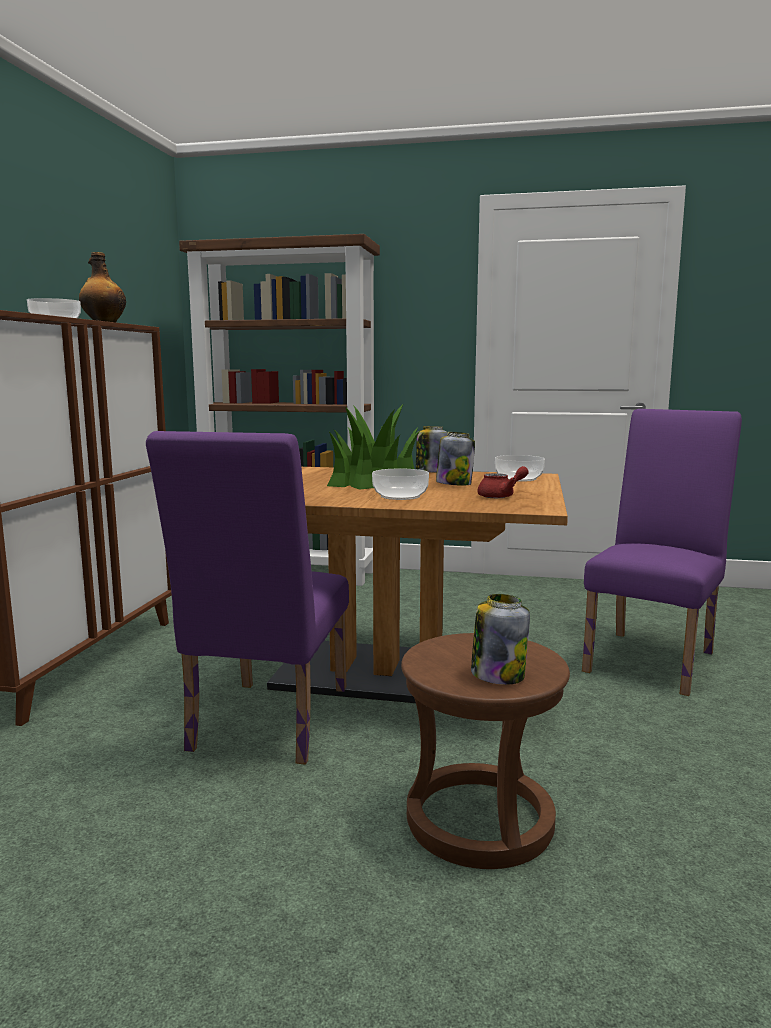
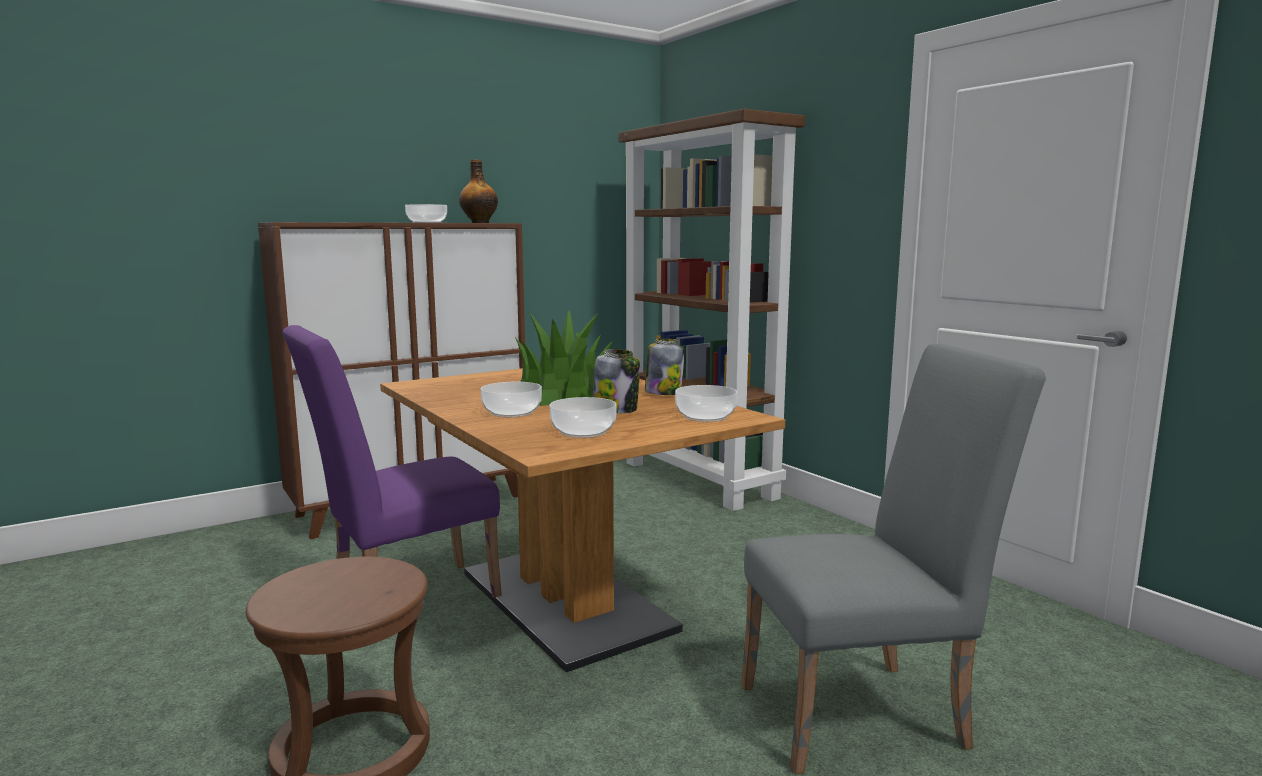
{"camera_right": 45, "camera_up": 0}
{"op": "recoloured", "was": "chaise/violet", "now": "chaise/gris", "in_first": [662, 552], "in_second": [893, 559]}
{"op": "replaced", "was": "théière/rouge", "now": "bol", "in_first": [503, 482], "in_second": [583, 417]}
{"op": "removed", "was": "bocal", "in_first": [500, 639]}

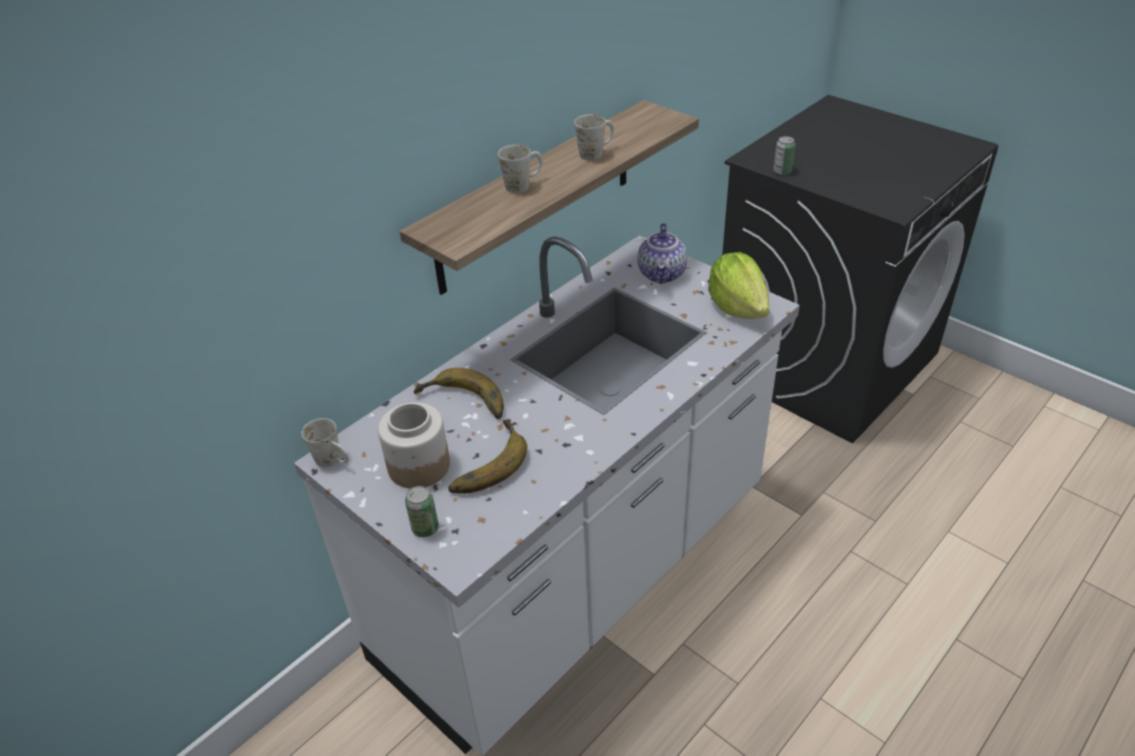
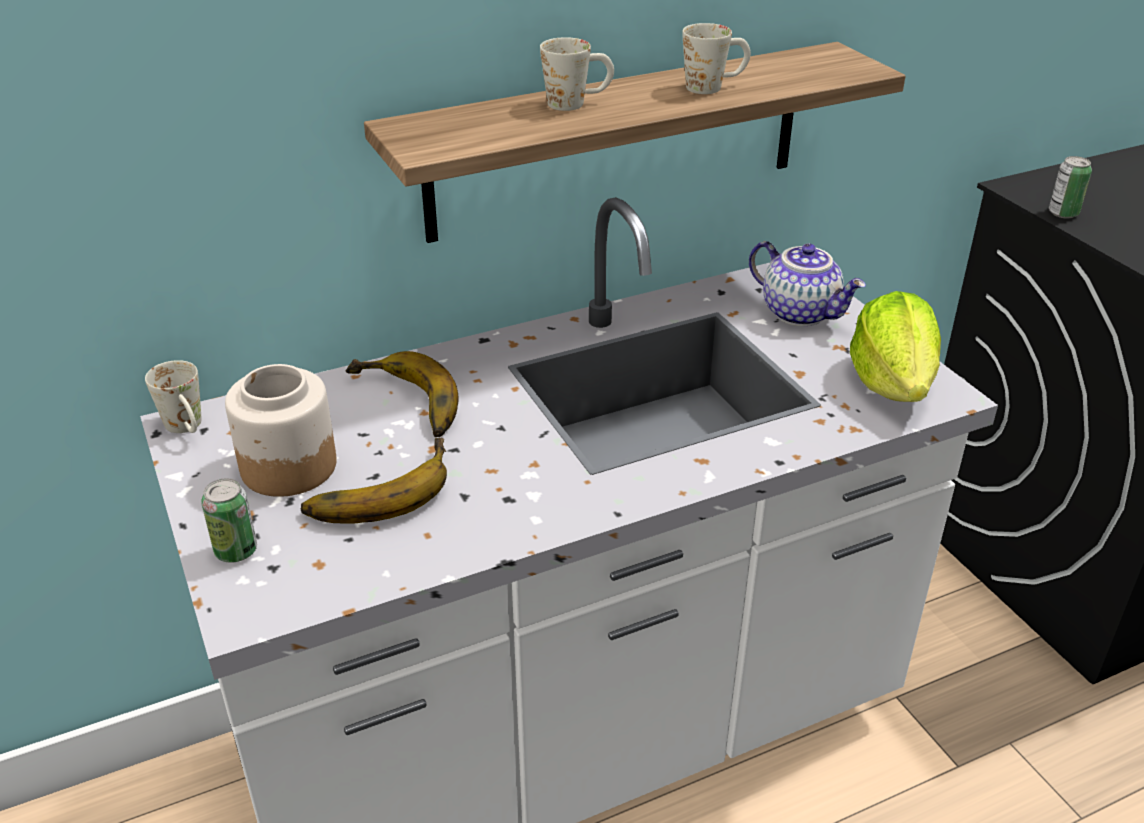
{"camera_right": 20, "camera_up": -5}
{"op": "turned", "was": "théière", "in_first": [662, 253], "in_second": [807, 283], "clockwise": -75}

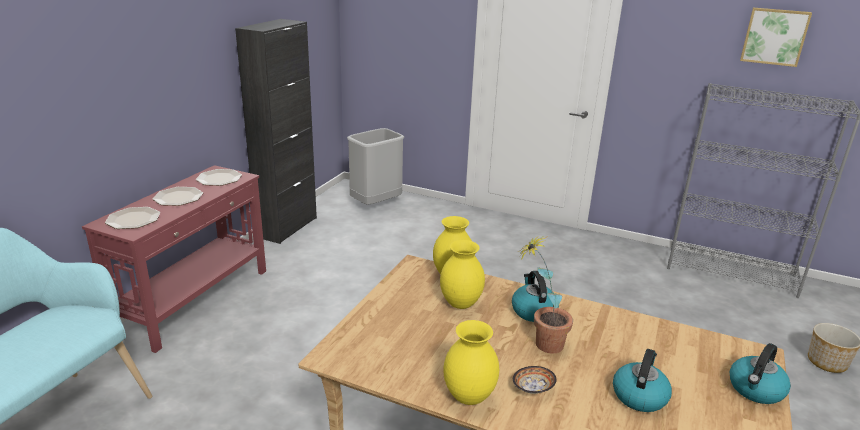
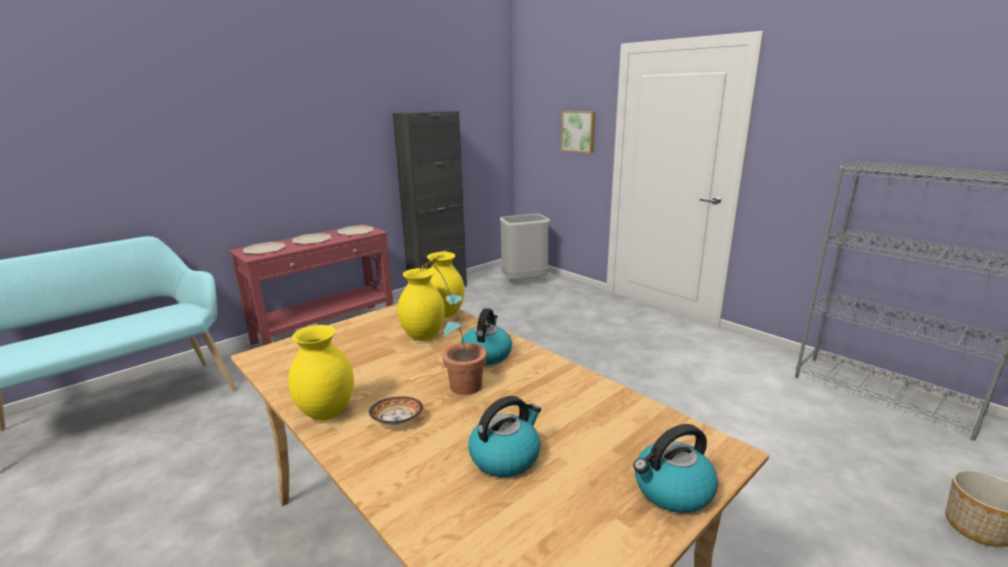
{"camera_right": 25, "camera_up": -5}
{"op": "moved", "was": "tableau", "in_first": [776, 37], "in_second": [578, 132]}

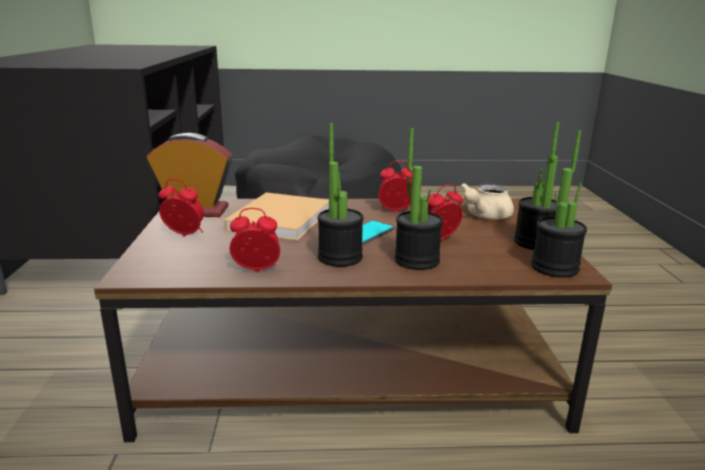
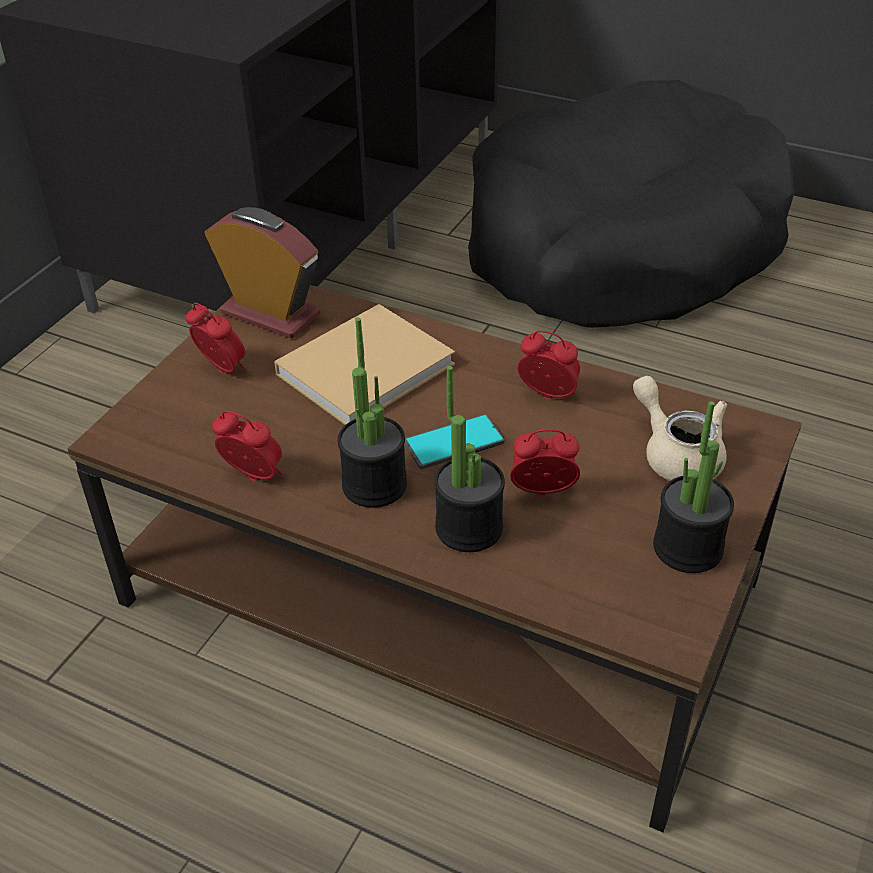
{"camera_right": 30, "camera_up": 20}
{"op": "removed", "was": "plante en pot", "in_first": [559, 204]}
{"op": "turned", "was": "théière/beige", "in_first": [487, 201], "in_second": [680, 428], "clockwise": 75}

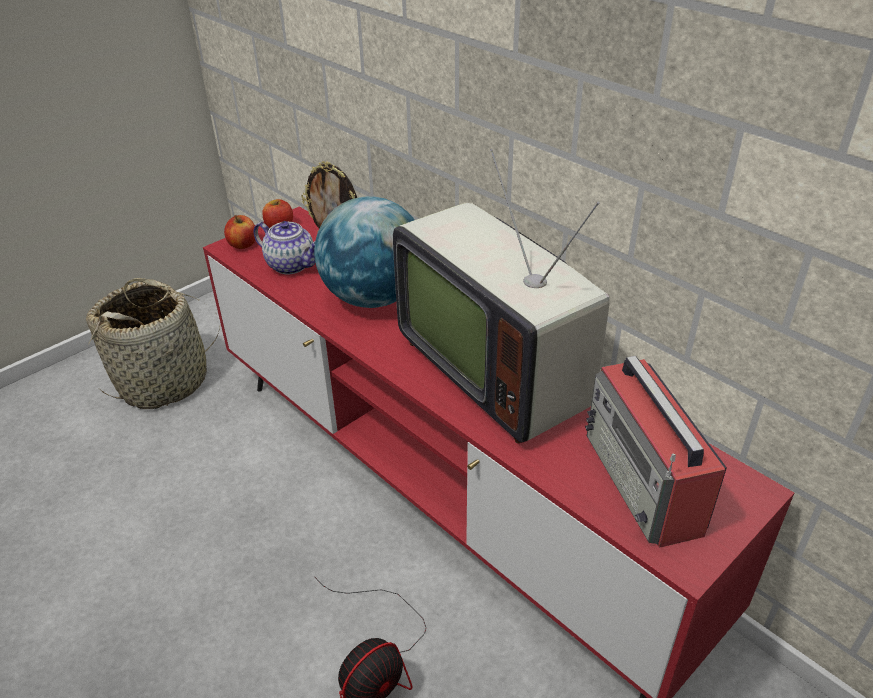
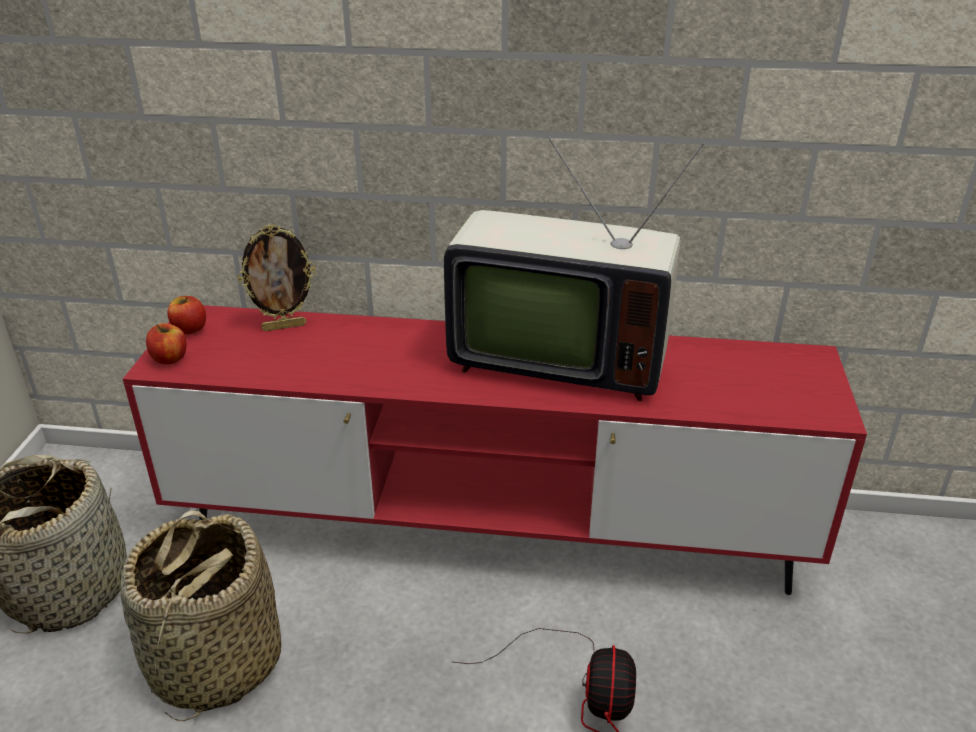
{"camera_right": -40, "camera_up": -5}
{"op": "removed", "was": "globe", "in_first": [364, 252]}
{"op": "removed", "was": "théière", "in_first": [284, 247]}
{"op": "removed", "was": "radio", "in_first": [656, 452]}
{"op": "added", "now": "panier", "in_second": [200, 615]}

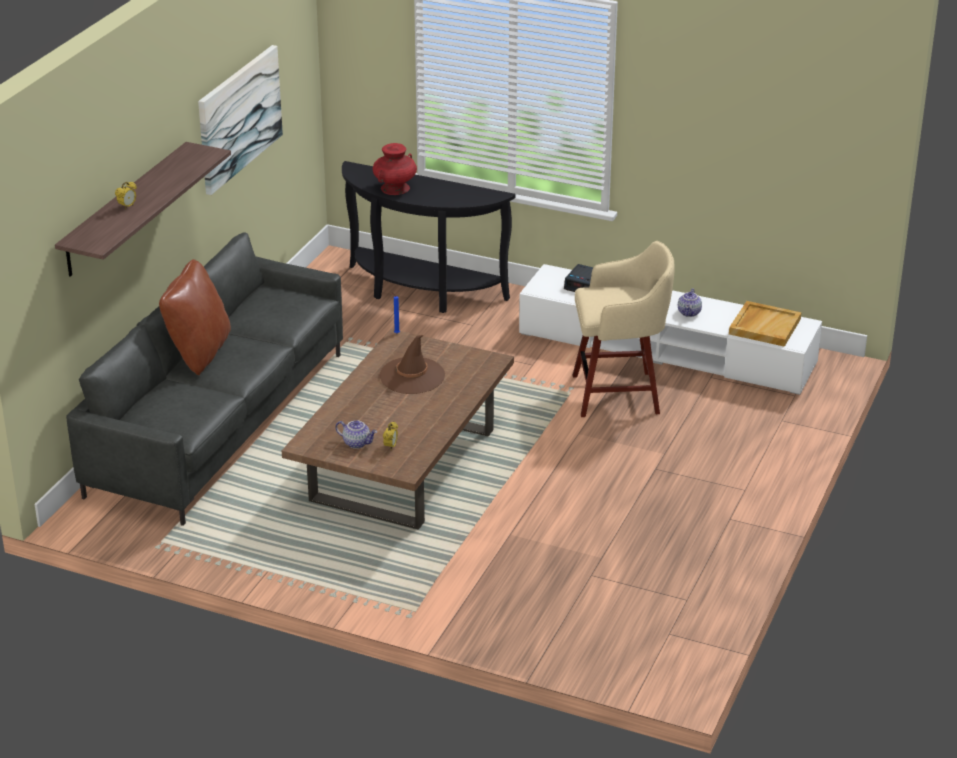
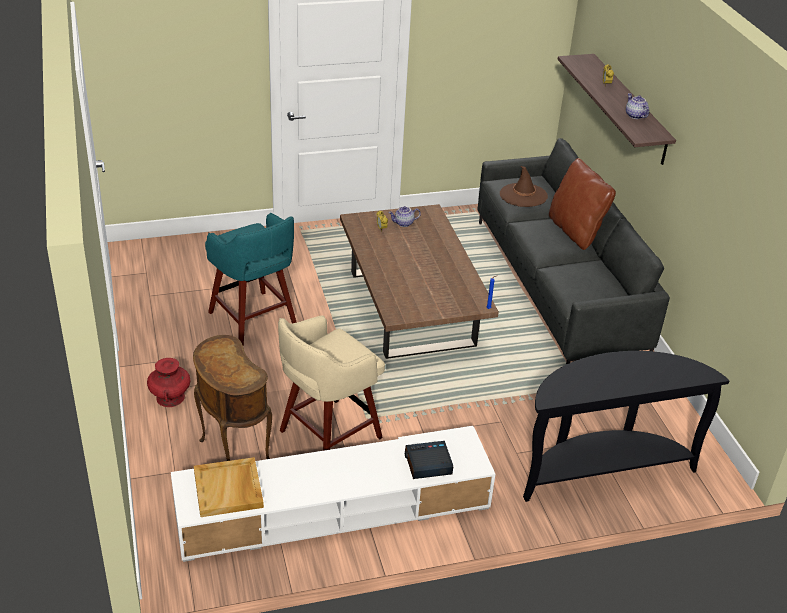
{"camera_right": 140, "camera_up": 5}
{"op": "removed", "was": "tableau", "in_first": [240, 120]}
{"op": "moved", "was": "vase/rouge", "in_first": [395, 169], "in_second": [168, 382]}
{"op": "moved", "was": "théière", "in_first": [690, 302], "in_second": [637, 106]}
{"op": "moved", "was": "chapeau/marron", "in_first": [412, 364], "in_second": [524, 186]}
{"op": "added", "now": "tabouret/turquoise", "in_second": [251, 279]}
{"op": "added", "now": "table d'appoint/marron", "in_second": [232, 398]}

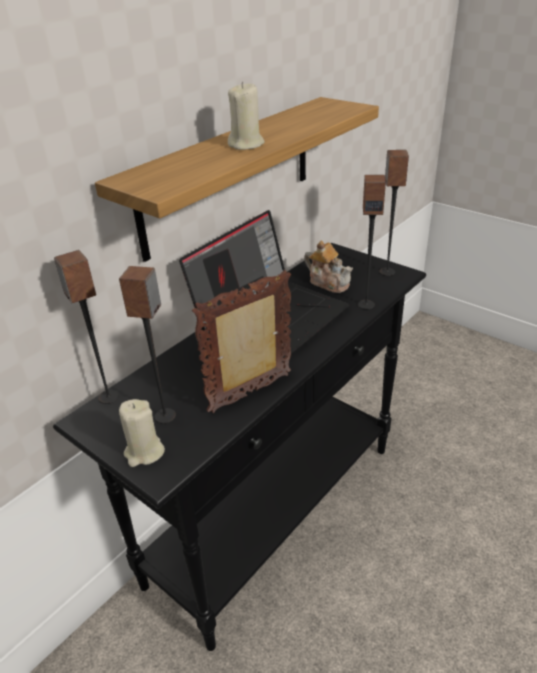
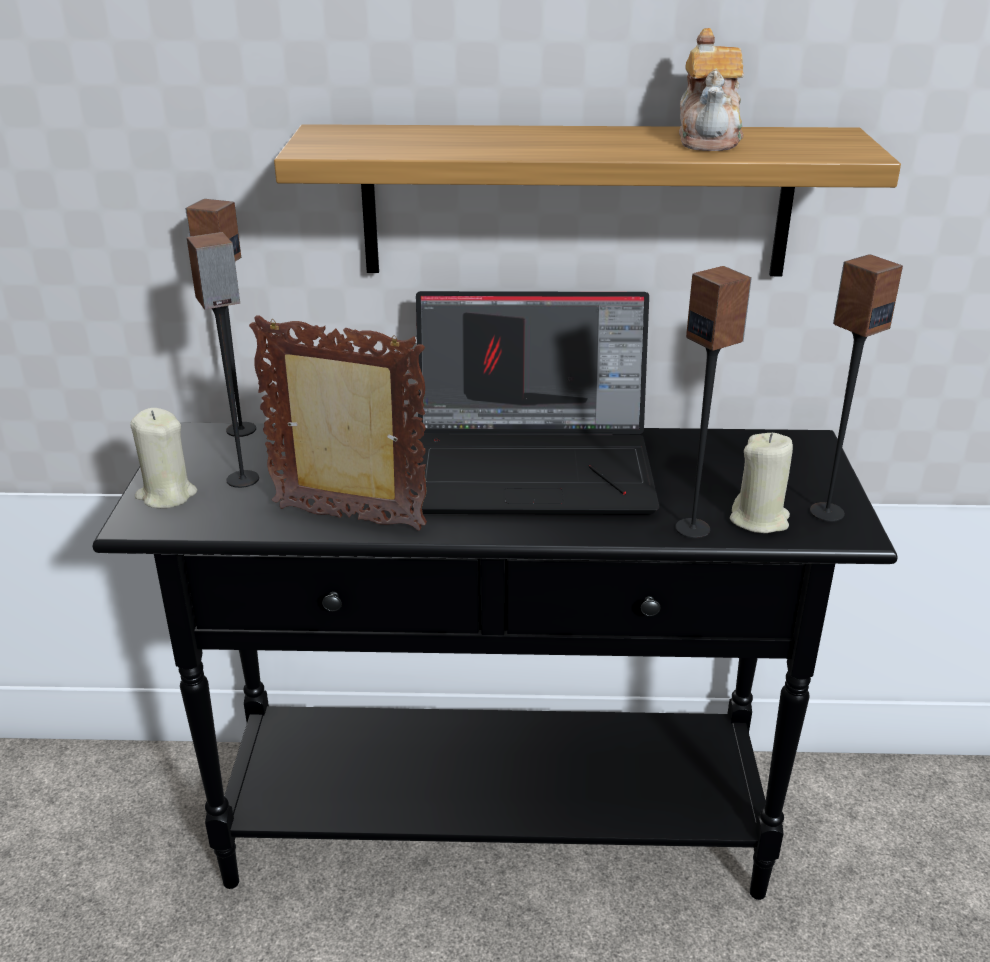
{"camera_right": 50, "camera_up": -5}
{"op": "moved", "was": "bougie/beige", "in_first": [246, 116], "in_second": [761, 483]}
{"op": "moved", "was": "théière", "in_first": [328, 267], "in_second": [711, 89]}

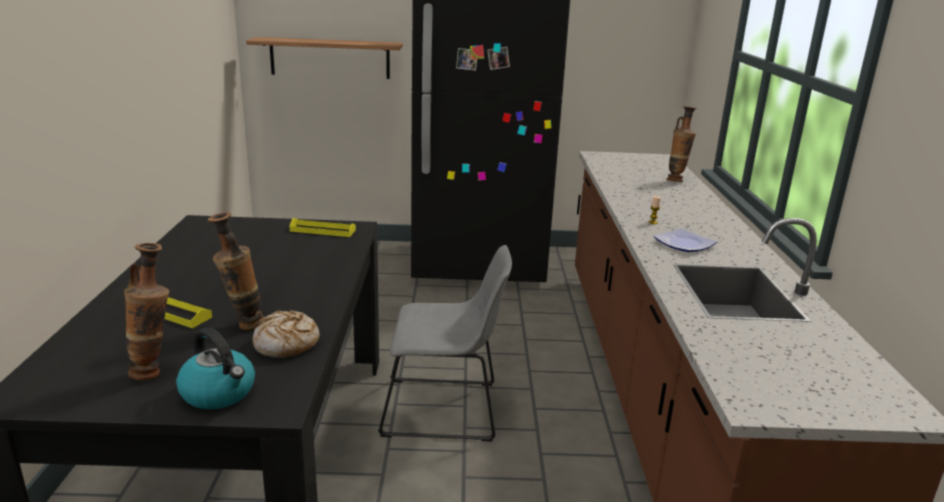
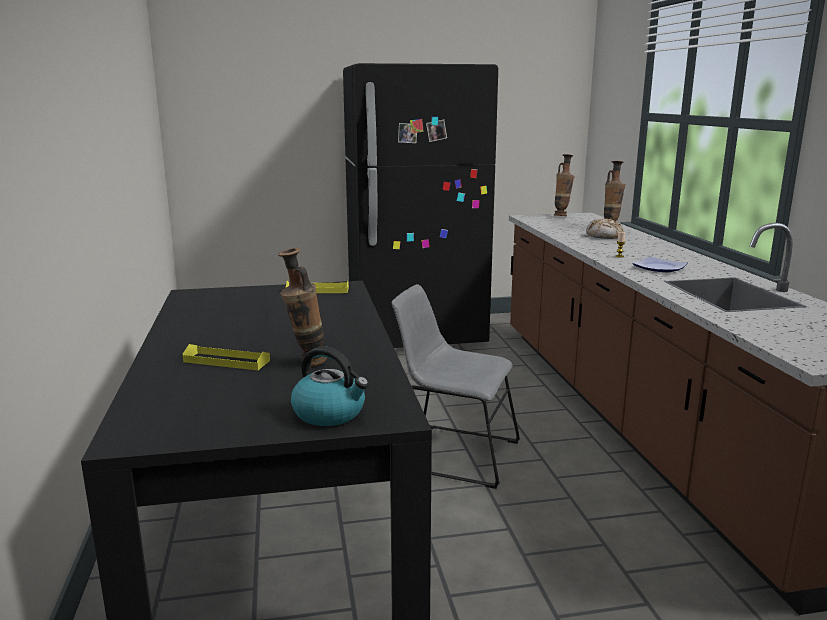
{"camera_right": -10, "camera_up": -5}
{"op": "removed", "was": "étagère", "in_first": [324, 58]}
{"op": "moved", "was": "vase", "in_first": [146, 311], "in_second": [564, 185]}
{"op": "turned", "was": "chaise/gris", "in_first": [445, 343], "in_second": [456, 386], "clockwise": -150}
{"op": "moved", "was": "pain", "in_first": [286, 334], "in_second": [605, 228]}

